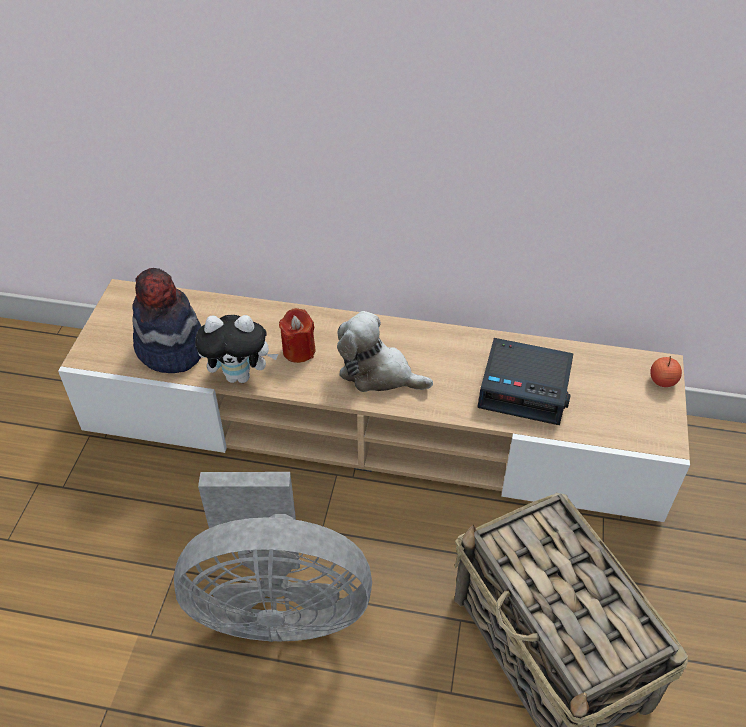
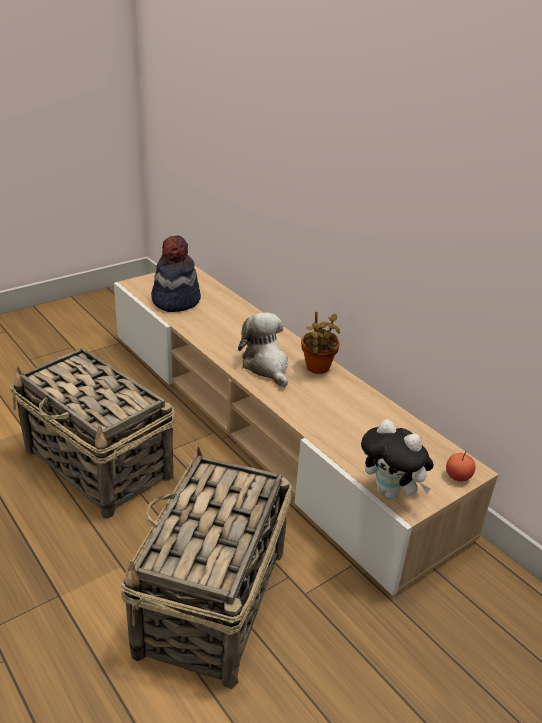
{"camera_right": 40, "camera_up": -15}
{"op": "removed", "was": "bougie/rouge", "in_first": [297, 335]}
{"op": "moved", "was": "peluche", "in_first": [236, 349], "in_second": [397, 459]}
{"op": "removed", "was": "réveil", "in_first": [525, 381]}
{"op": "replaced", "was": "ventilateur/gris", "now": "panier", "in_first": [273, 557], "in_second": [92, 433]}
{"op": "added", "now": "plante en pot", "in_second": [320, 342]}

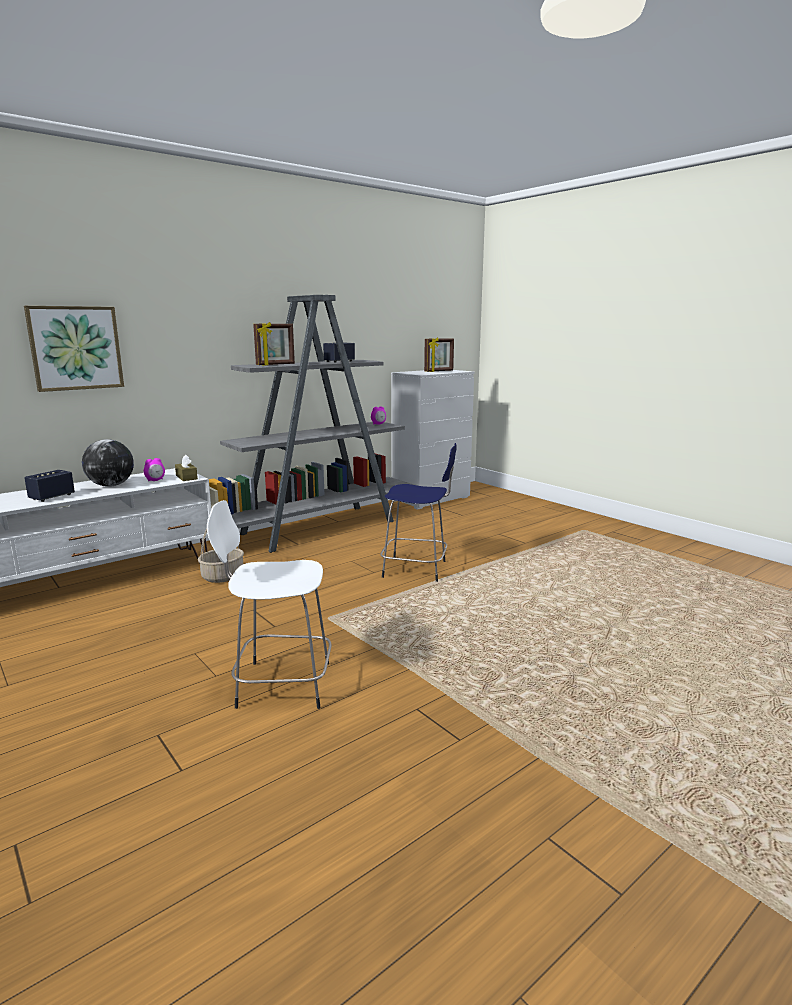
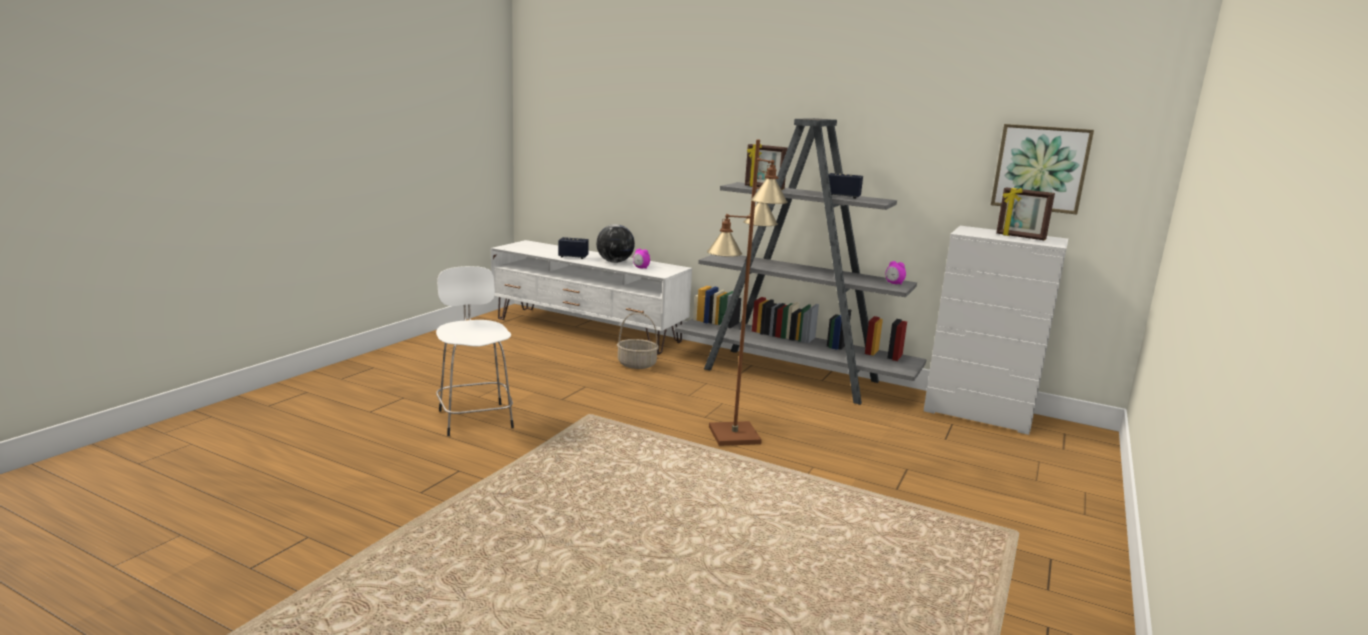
{"camera_right": 65, "camera_up": 0}
{"op": "moved", "was": "tableau", "in_first": [74, 349], "in_second": [1042, 169]}
{"op": "replaced", "was": "tabouret/bleu", "now": "lampadaire/marron", "in_first": [418, 512], "in_second": [747, 292]}
{"op": "removed", "was": "boîte à mouchoirs/marron", "in_first": [186, 468]}

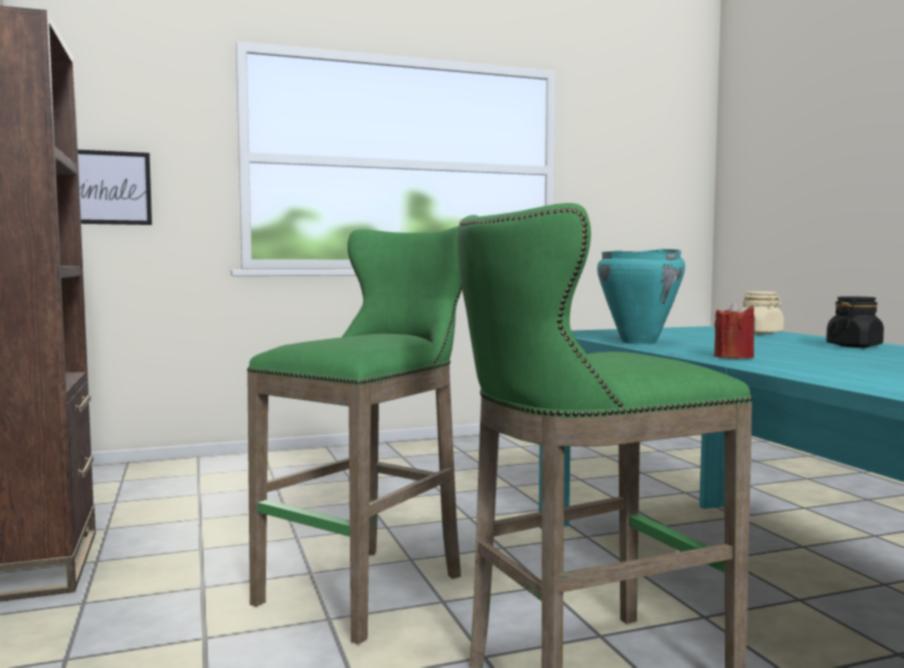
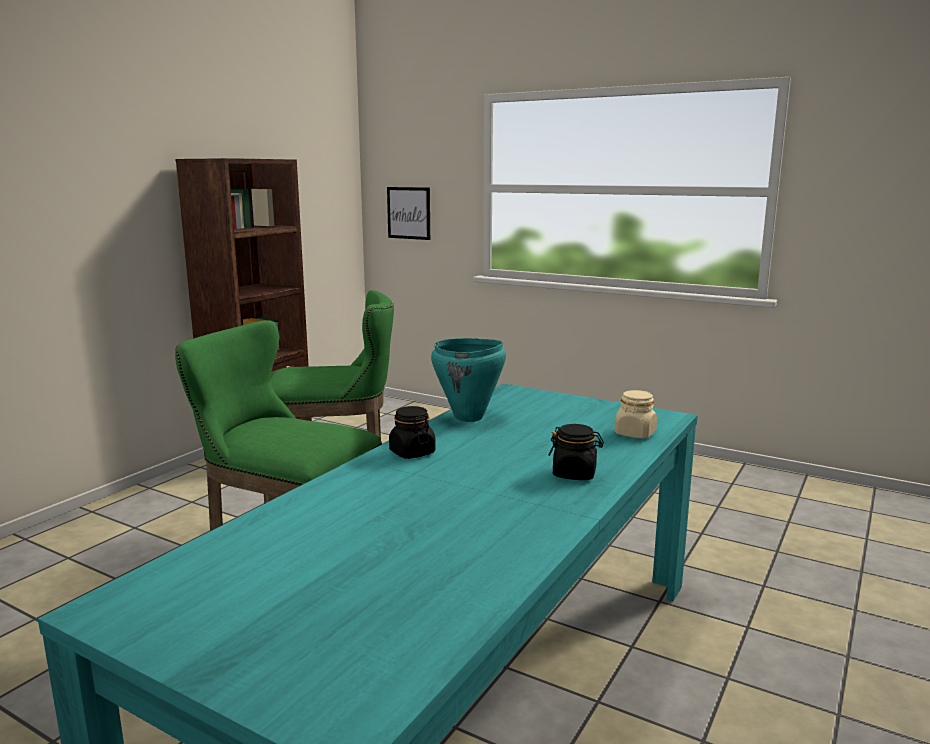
{"camera_right": 50, "camera_up": 10}
{"op": "replaced", "was": "bougie/rouge", "now": "bocal/noir", "in_first": [734, 330], "in_second": [412, 432]}

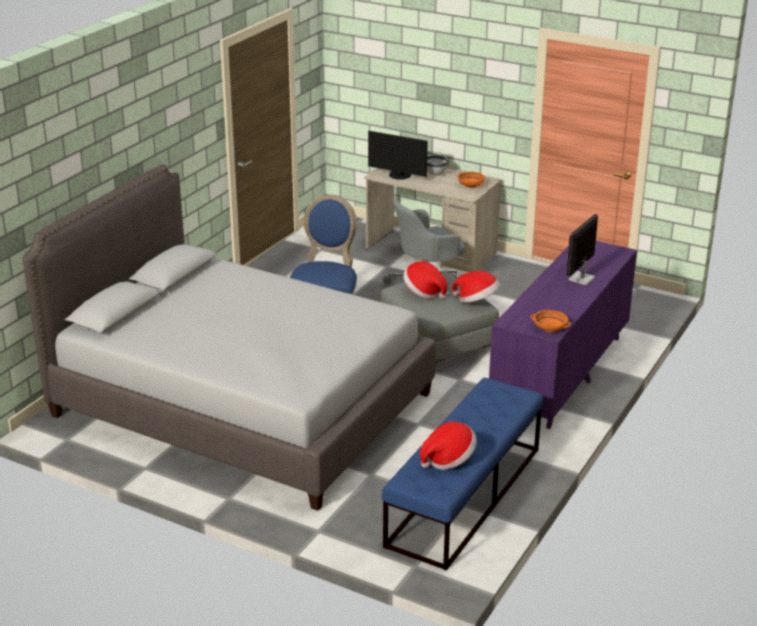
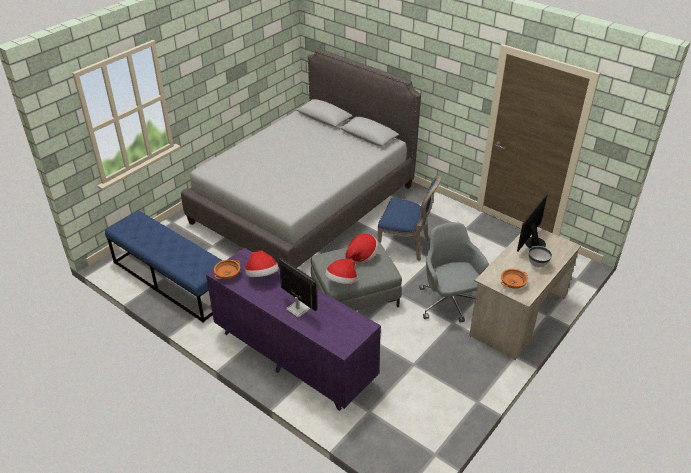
{"camera_right": 100, "camera_up": 10}
{"op": "moved", "was": "chapeau", "in_first": [448, 445], "in_second": [262, 263]}

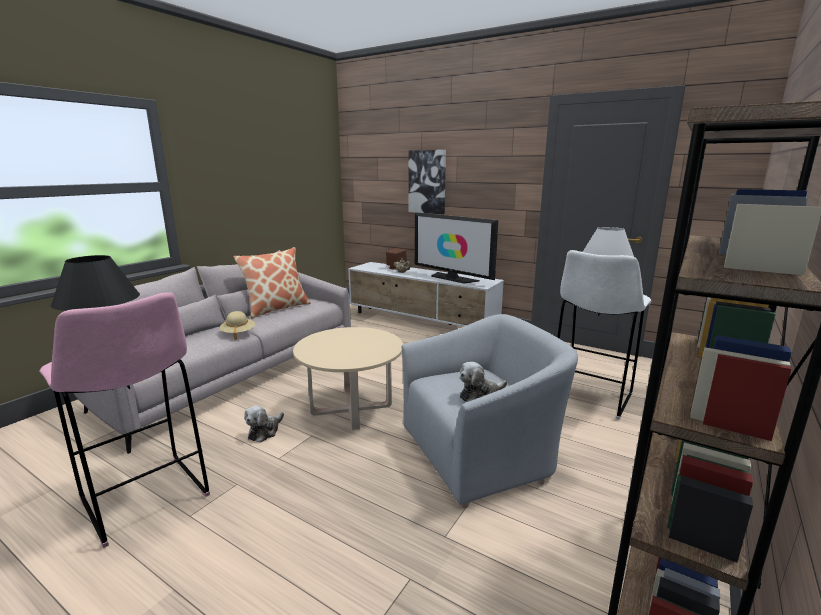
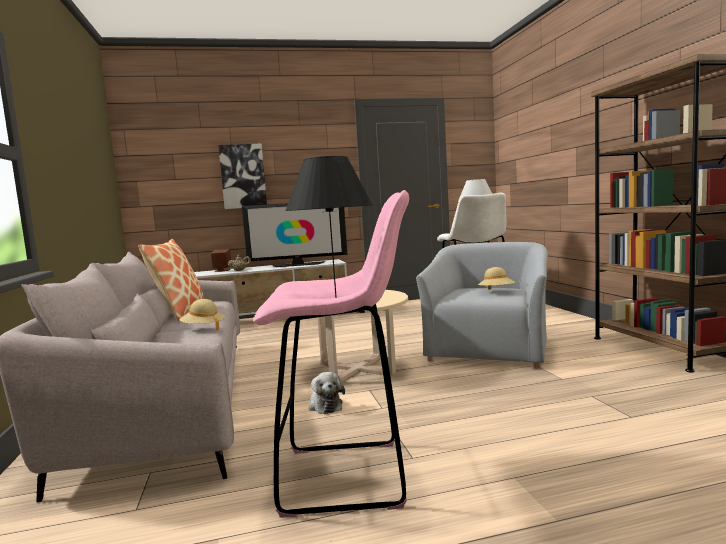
{"camera_right": -45, "camera_up": -10}
{"op": "replaced", "was": "peluche", "now": "chapeau/beige", "in_first": [483, 382], "in_second": [497, 278]}

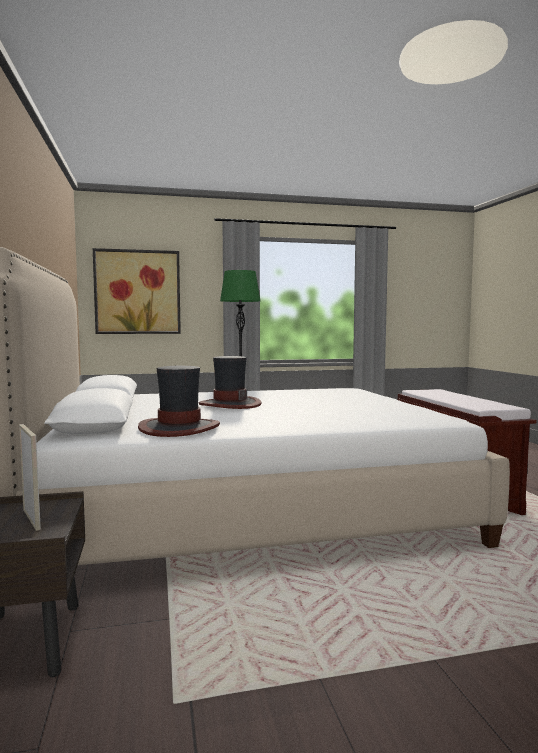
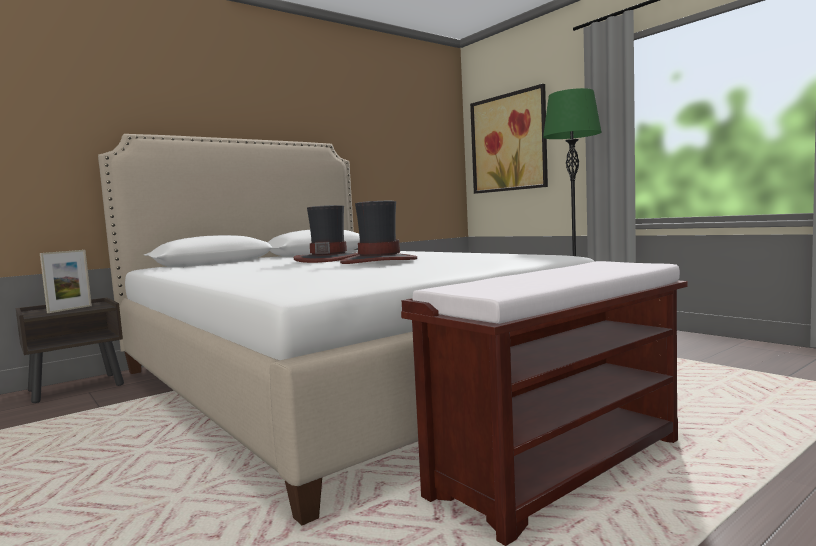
{"camera_right": 65, "camera_up": 0}
{"op": "moved", "was": "chapeau", "in_first": [179, 401], "in_second": [378, 232]}

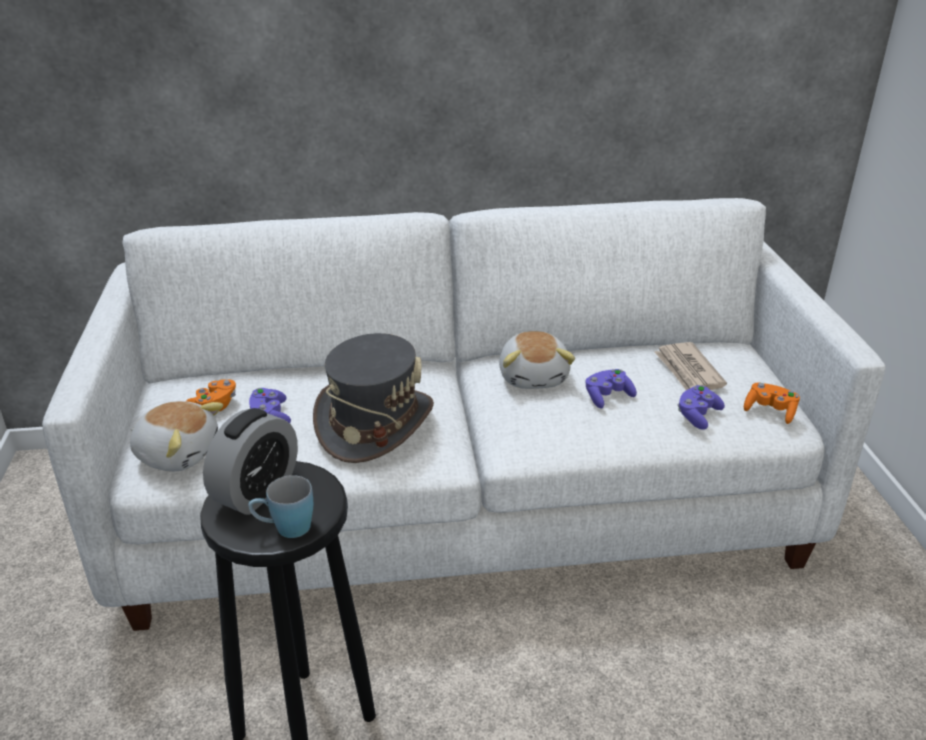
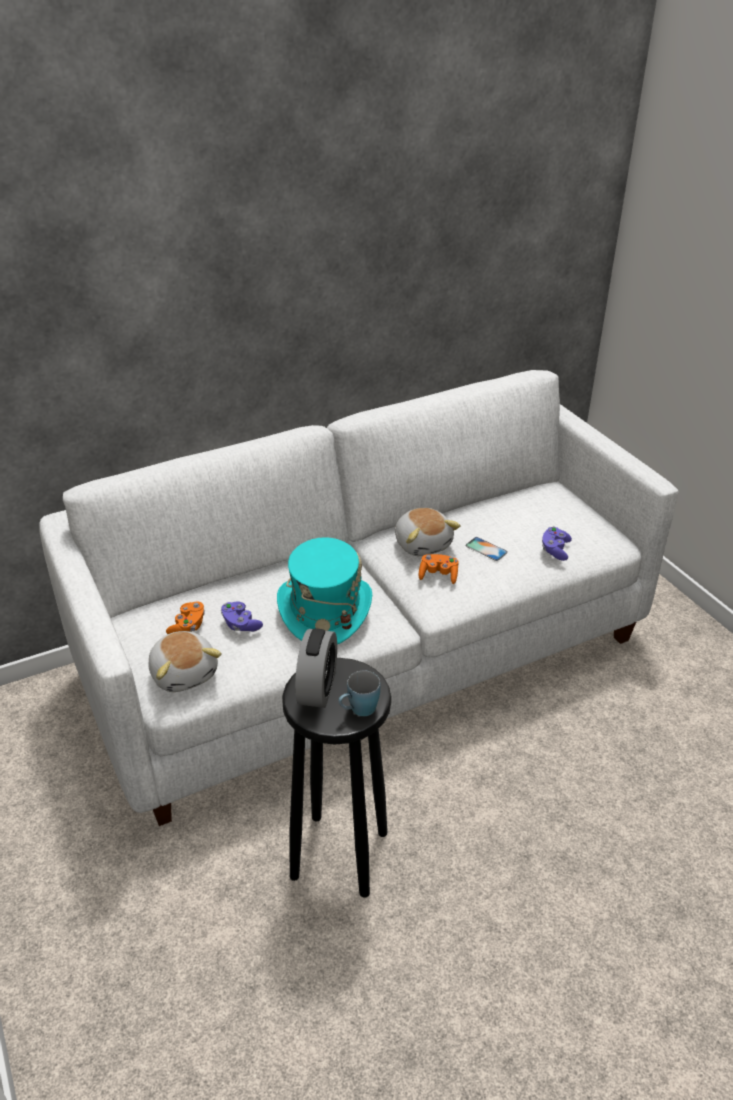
{"camera_right": -20, "camera_up": 5}
{"op": "recoloured", "was": "chapeau/gris", "now": "chapeau/turquoise", "in_first": [373, 398], "in_second": [324, 590]}
{"op": "removed", "was": "journal", "in_first": [690, 366]}
{"op": "replaced", "was": "manette/violet", "now": "téléphone", "in_first": [611, 388], "in_second": [487, 549]}
{"op": "moved", "was": "manette/orange", "in_first": [772, 403], "in_second": [439, 569]}
{"op": "turned", "was": "peluche", "in_first": [176, 436], "in_second": [185, 661], "clockwise": 60}

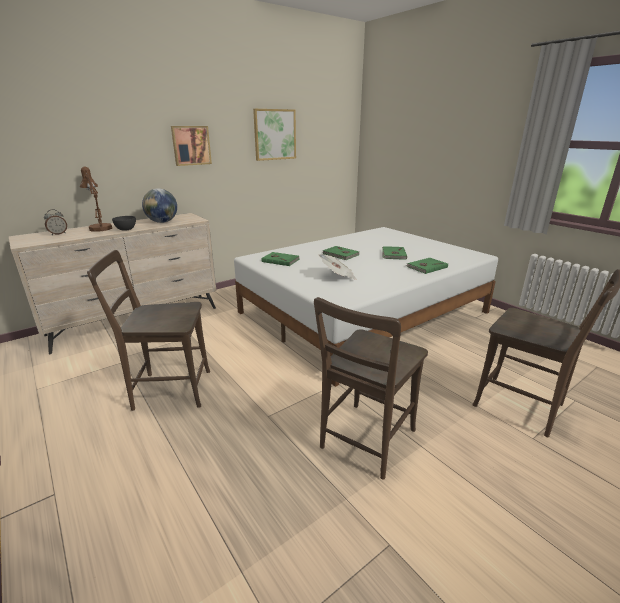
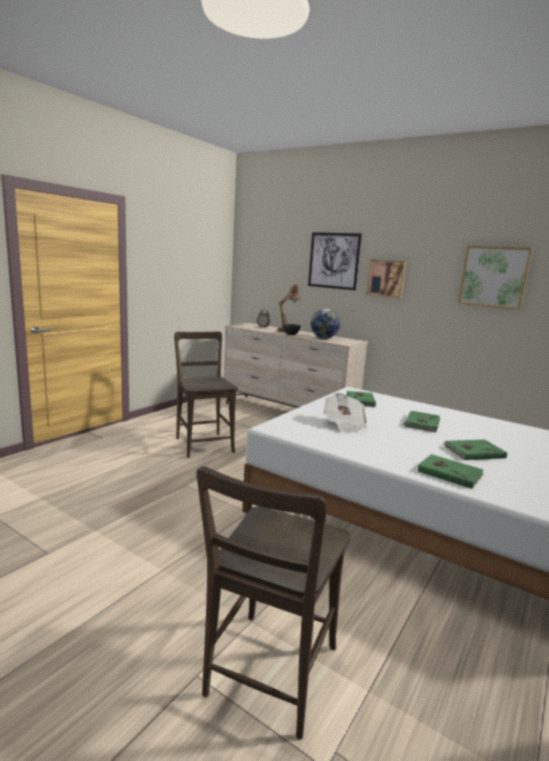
{"camera_right": 70, "camera_up": -10}
{"op": "removed", "was": "chaise/marron", "in_first": [371, 388]}
{"op": "added", "now": "tableau", "in_second": [335, 261]}

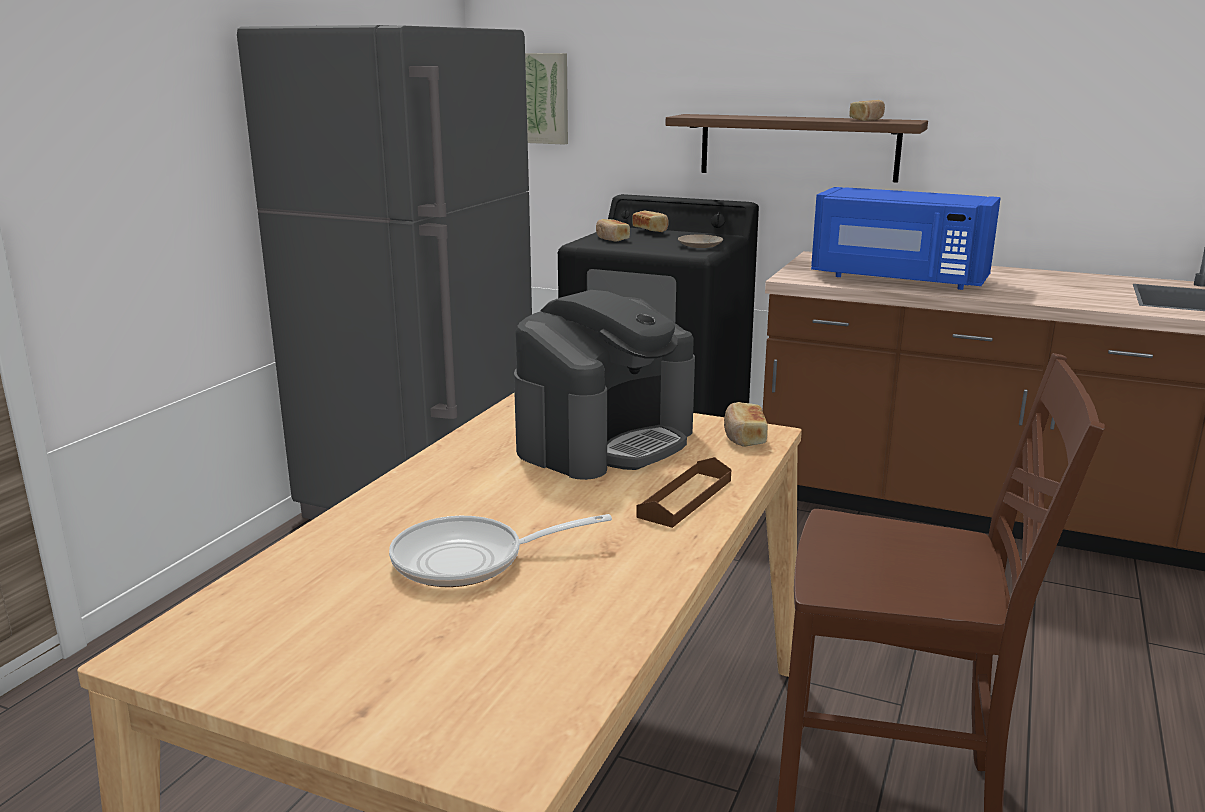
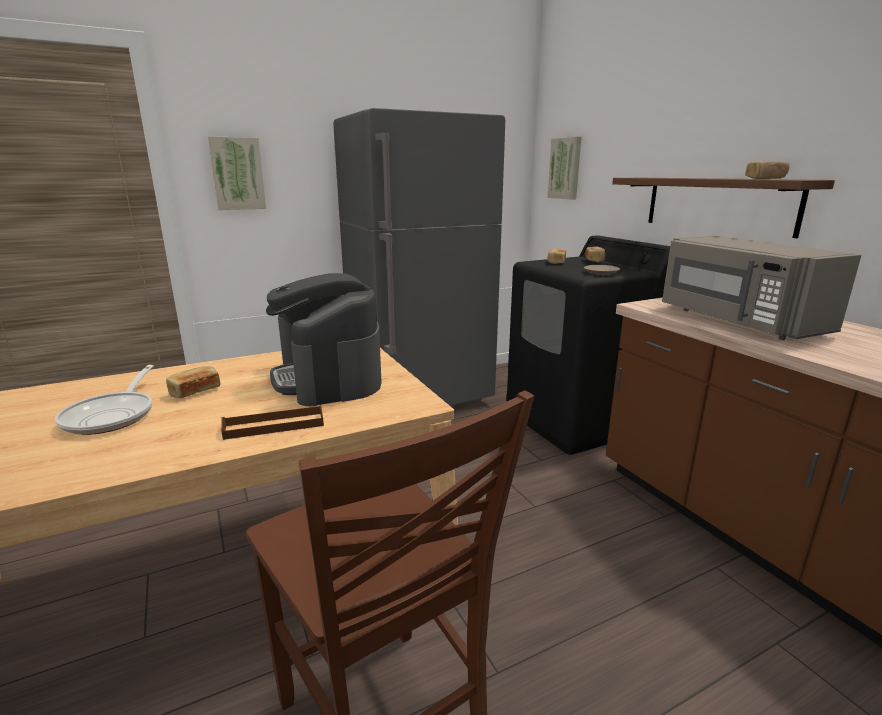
{"camera_right": 40, "camera_up": 0}
{"op": "recoloured", "was": "micro-ondes/bleu", "now": "micro-ondes/gris", "in_first": [906, 238], "in_second": [761, 288]}
{"op": "turned", "was": "machine à café", "in_first": [604, 385], "in_second": [323, 340], "clockwise": 75}
{"op": "moved", "was": "pain", "in_first": [746, 424], "in_second": [193, 382]}
{"op": "turned", "was": "poêle", "in_first": [500, 550], "in_second": [104, 400], "clockwise": -120}
{"op": "added", "now": "tableau", "in_second": [237, 173]}

